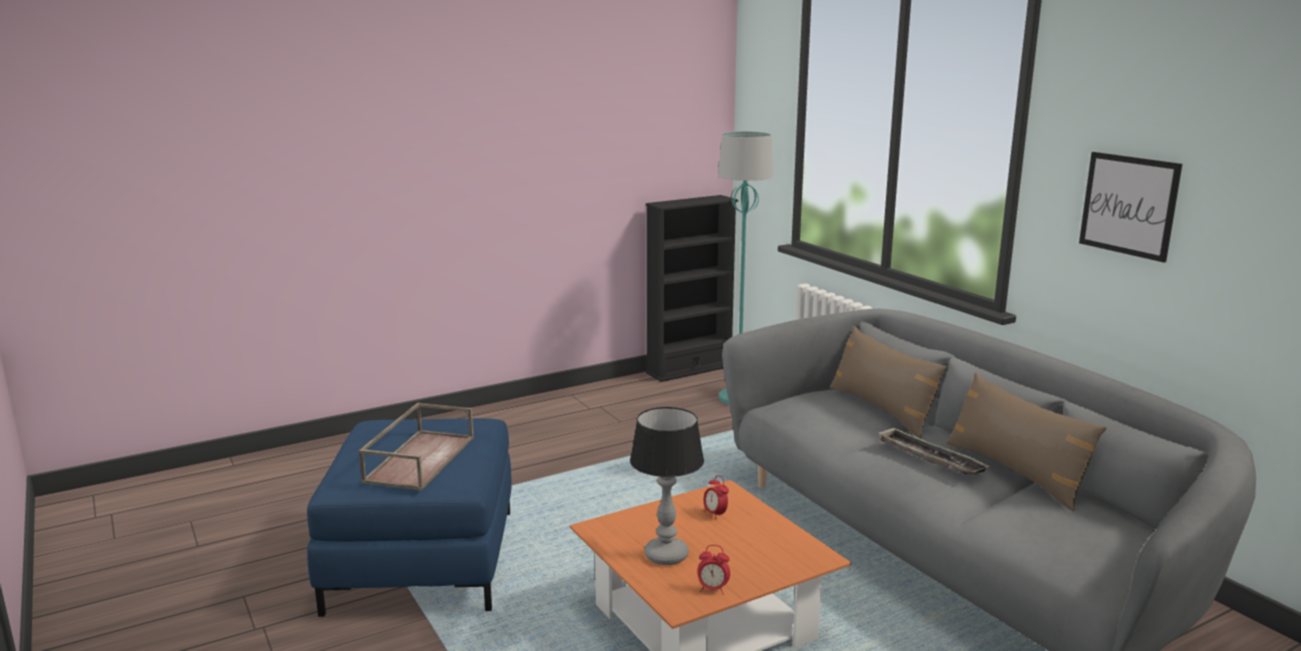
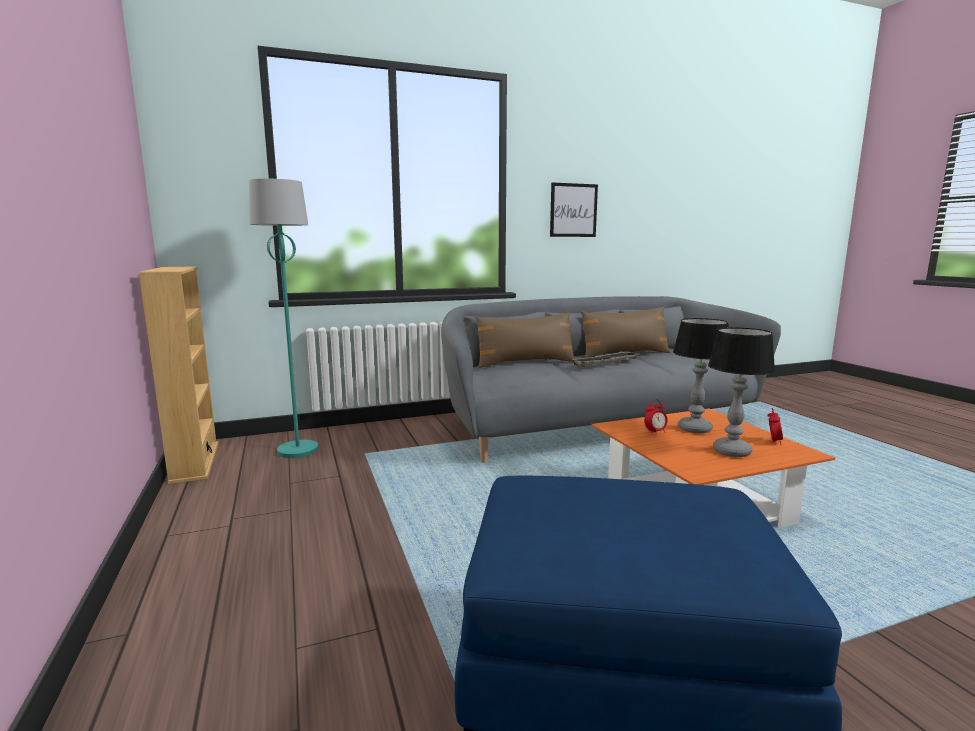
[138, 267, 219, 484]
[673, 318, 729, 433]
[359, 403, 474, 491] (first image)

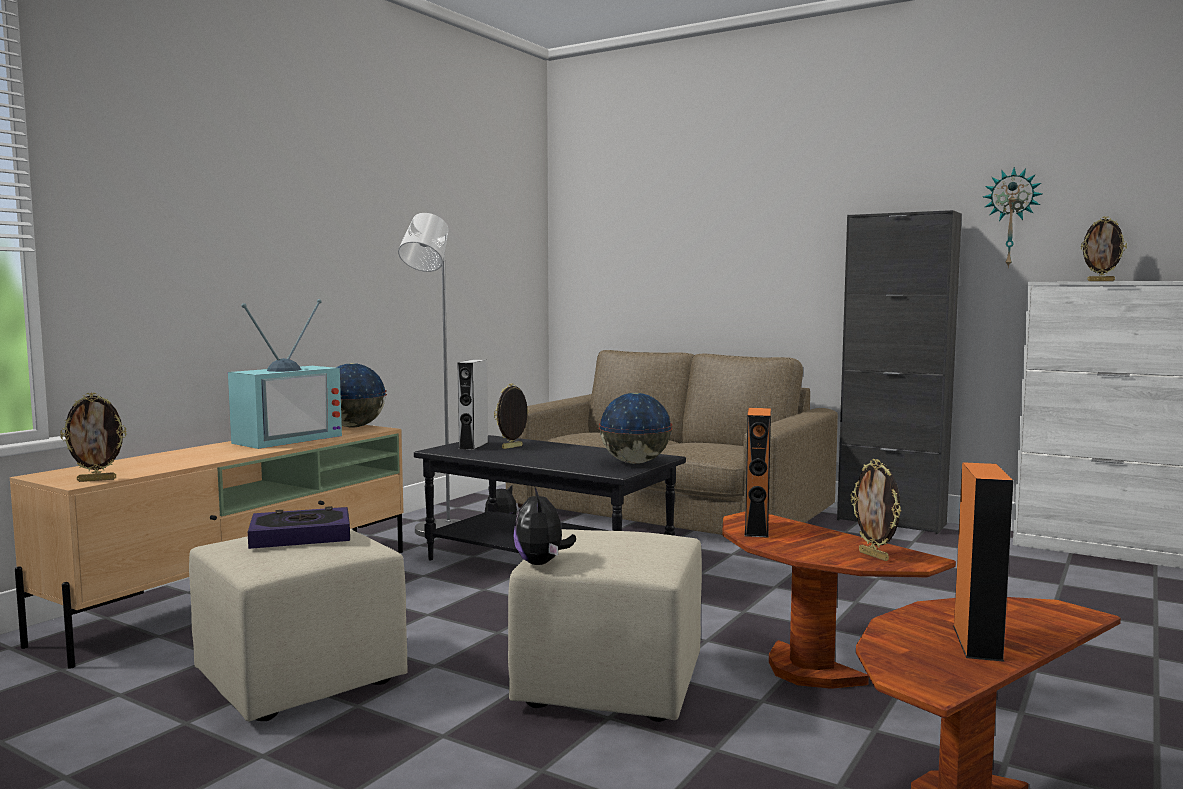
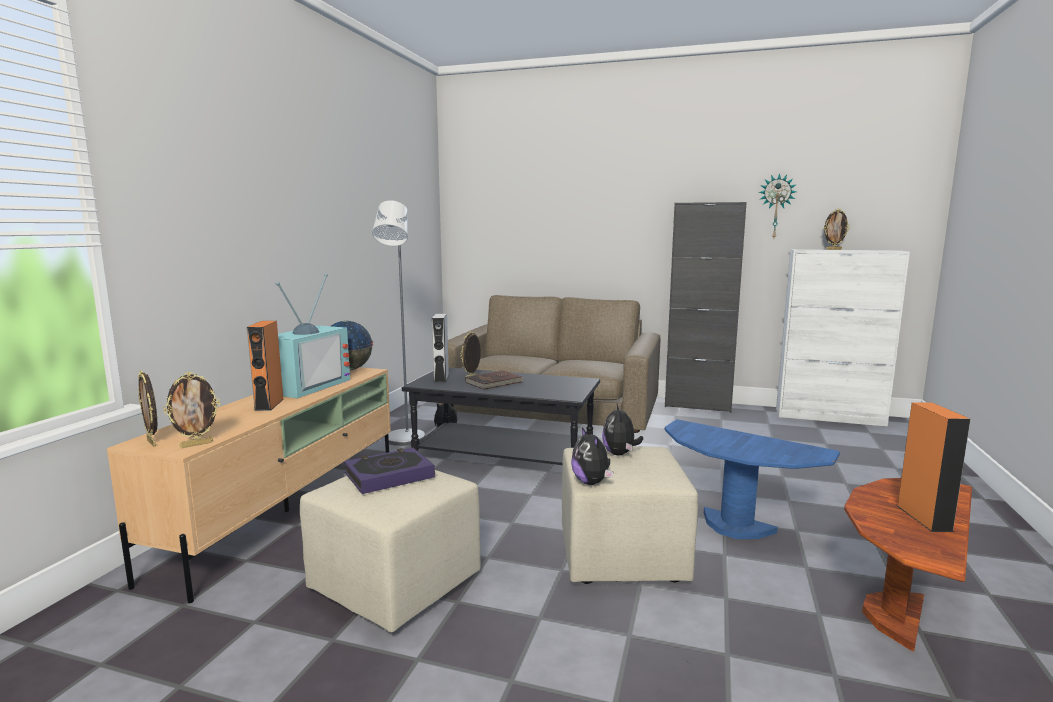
[138, 370, 157, 446]
[247, 321, 284, 411]
[465, 370, 524, 390]
[602, 404, 643, 455]
[664, 419, 840, 539]
[598, 393, 672, 464] (first image)

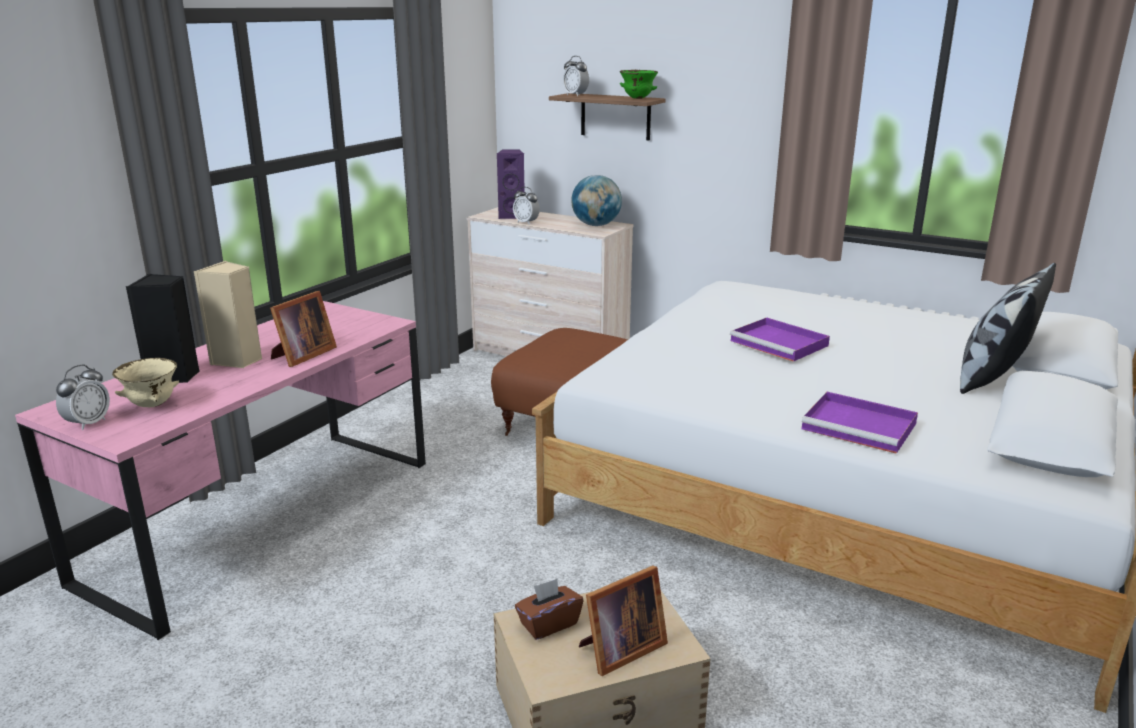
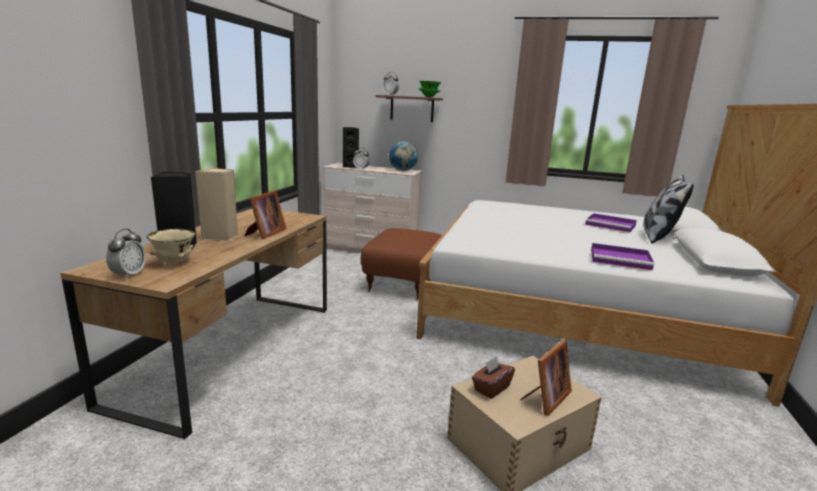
[60, 209, 327, 440]
[343, 127, 359, 168]
[585, 213, 637, 232]

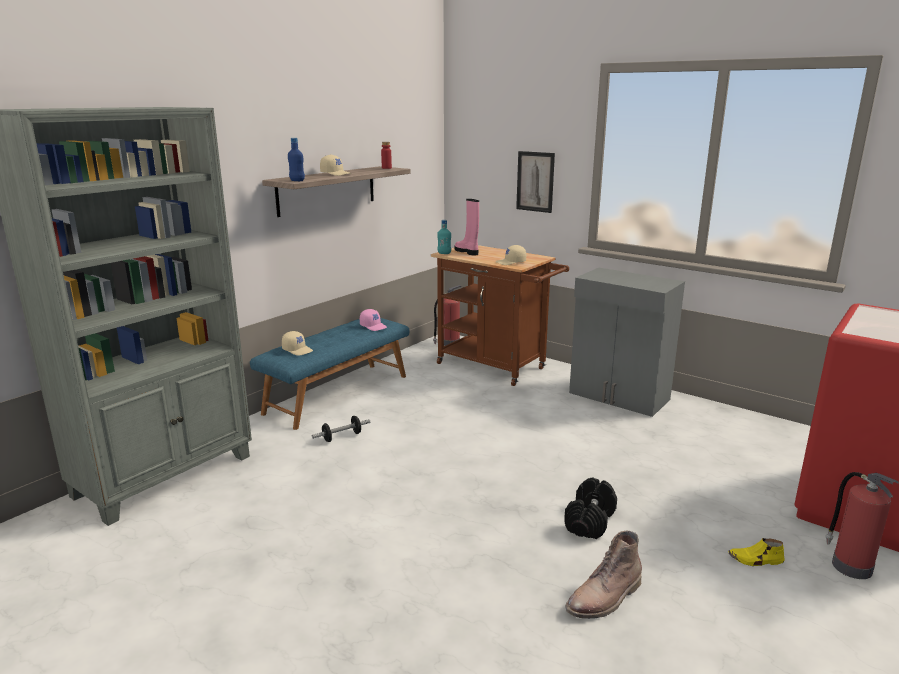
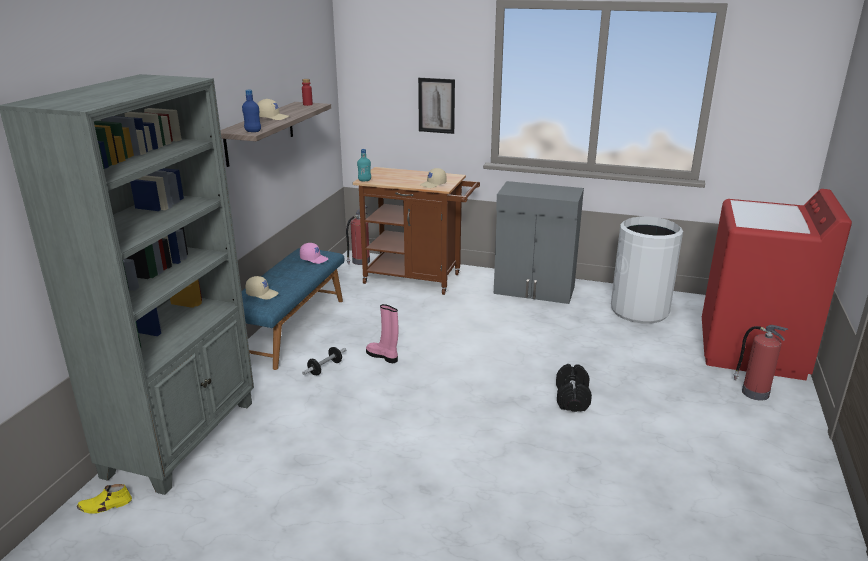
[77, 484, 132, 514]
[366, 304, 398, 363]
[611, 217, 683, 324]
[565, 531, 642, 619] (first image)

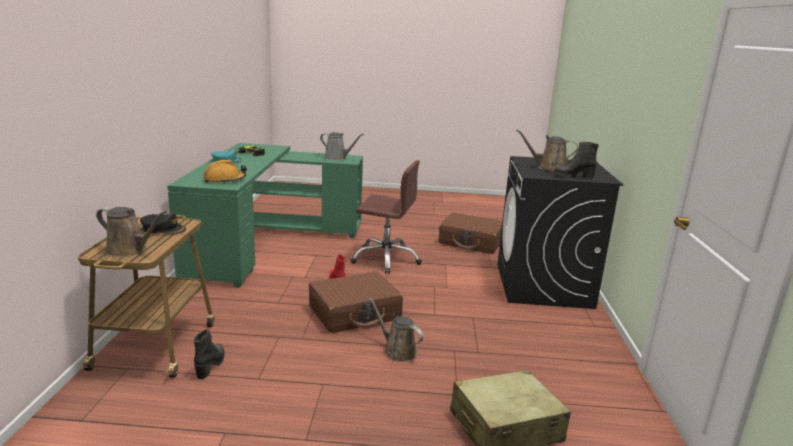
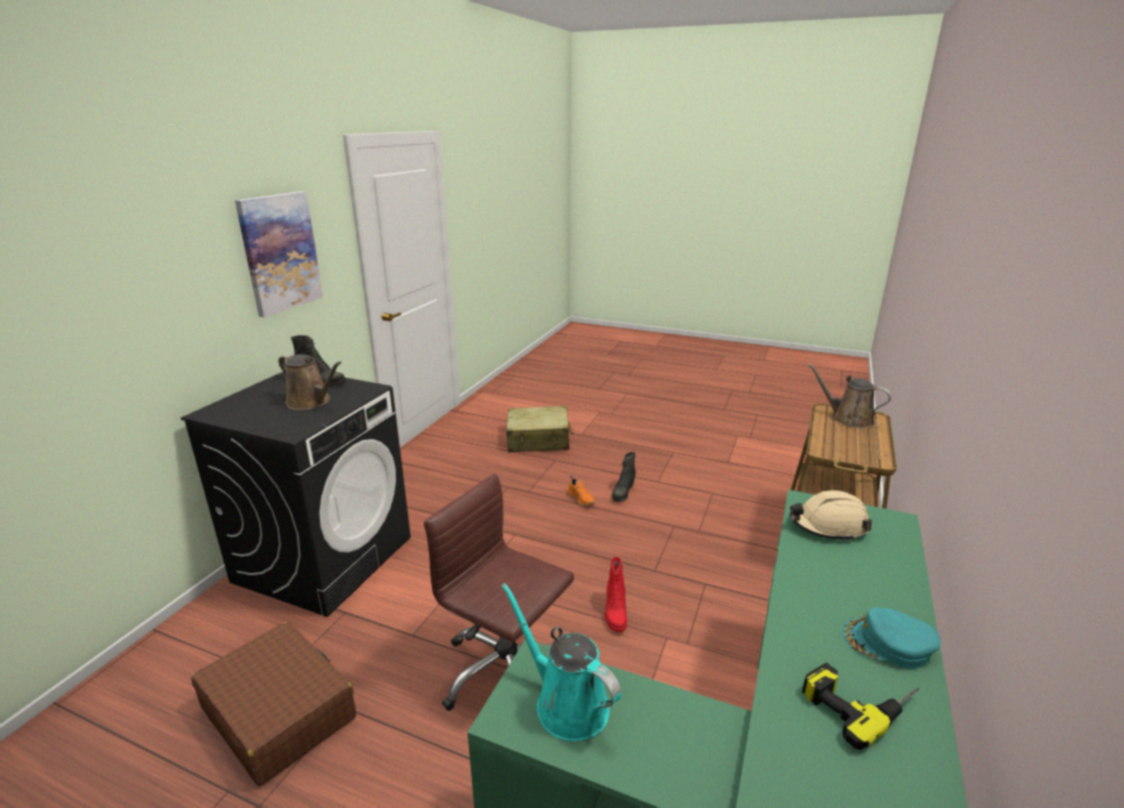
[235, 191, 323, 317]
[501, 583, 621, 741]
[567, 475, 595, 506]
[612, 452, 636, 502]
[790, 490, 872, 542]
[140, 214, 186, 234] (first image)
[309, 271, 403, 333] (first image)

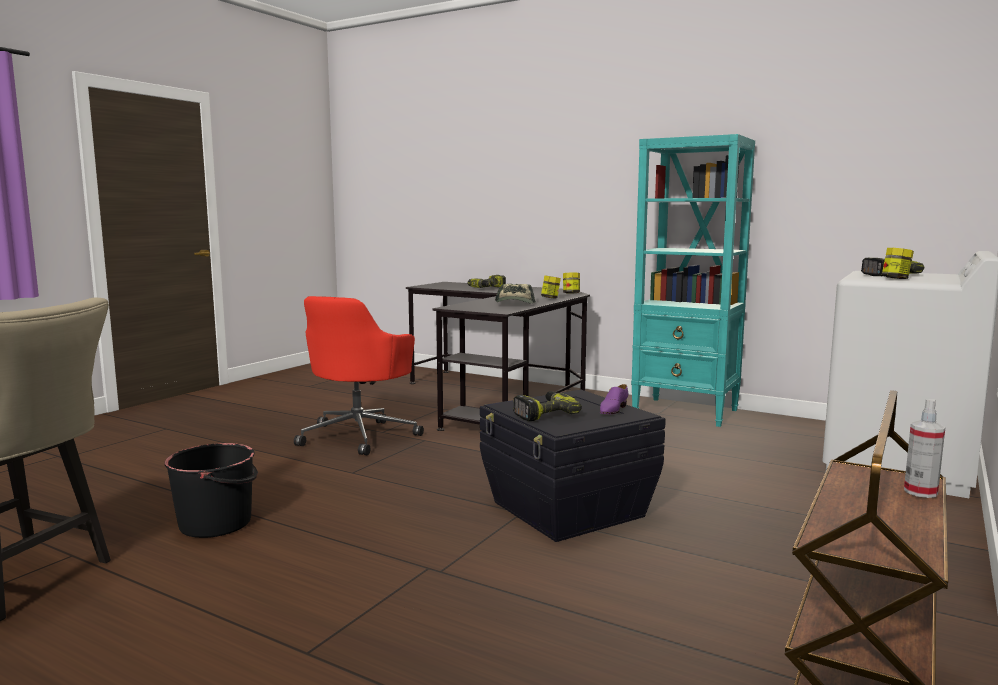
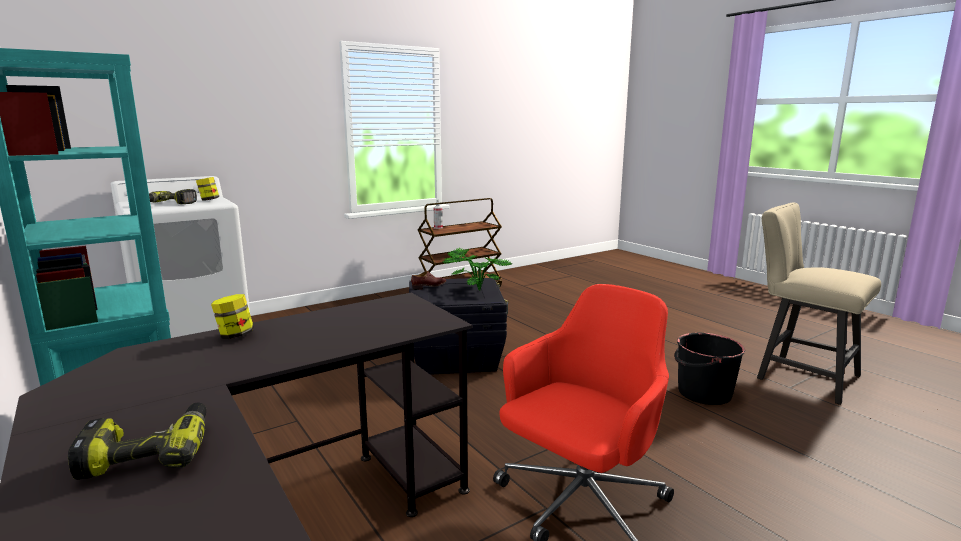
[411, 271, 446, 290]
[443, 248, 513, 290]
[495, 284, 536, 304] (first image)
[563, 272, 580, 293] (first image)

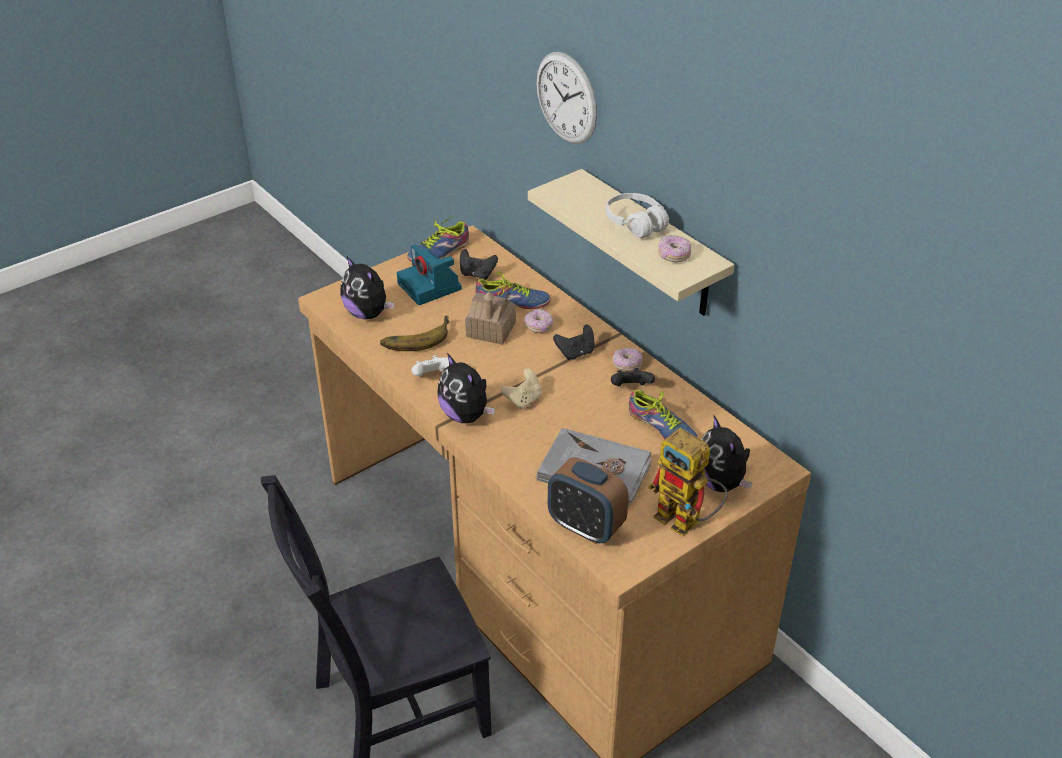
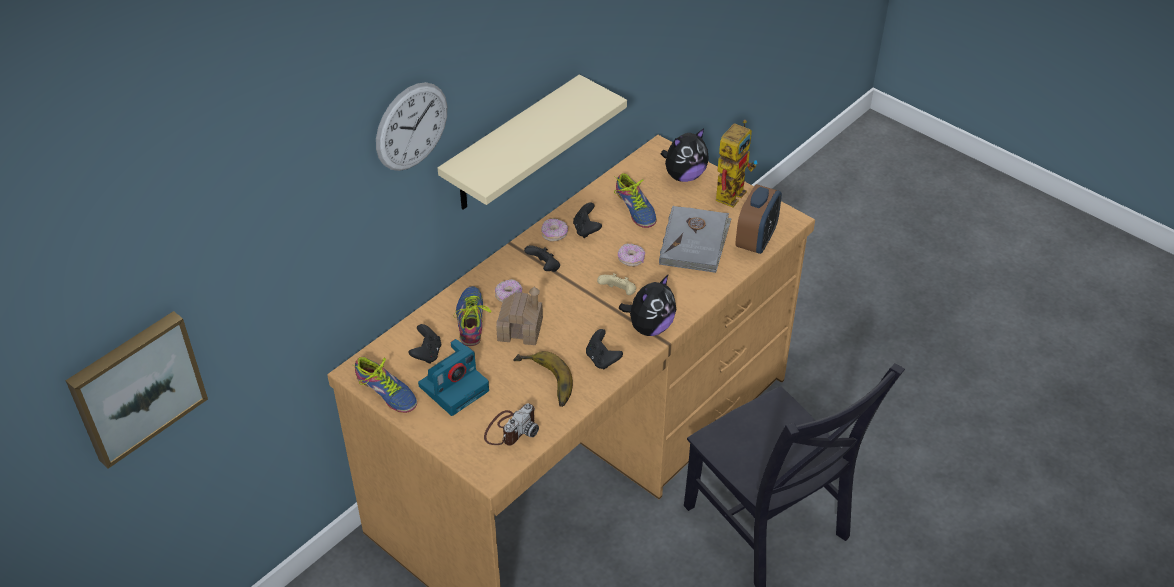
[65, 311, 208, 469]
[484, 403, 539, 446]
[586, 329, 623, 370]
[614, 173, 657, 228]
[618, 244, 645, 267]
[605, 193, 669, 238] (first image)

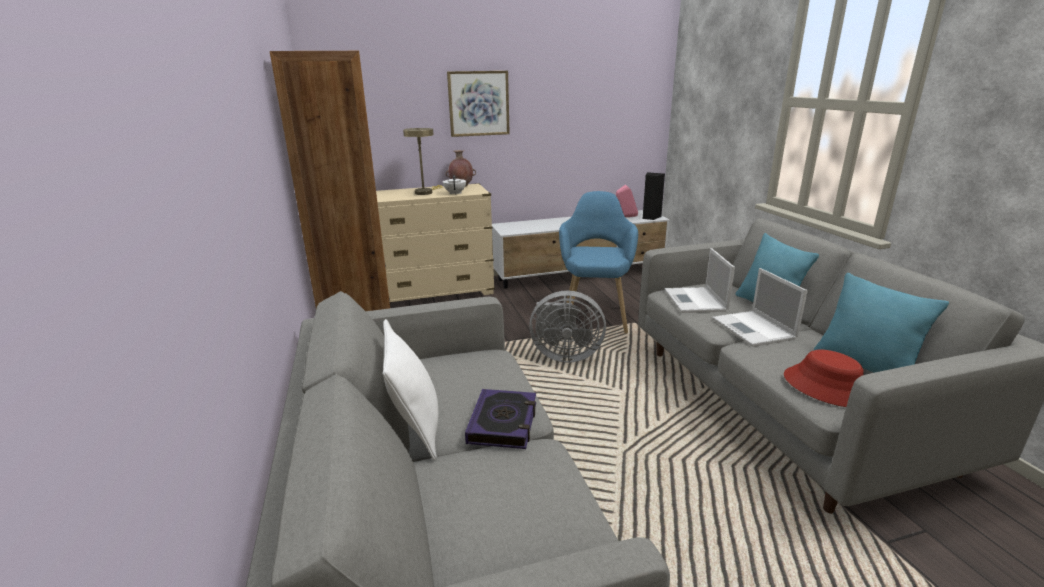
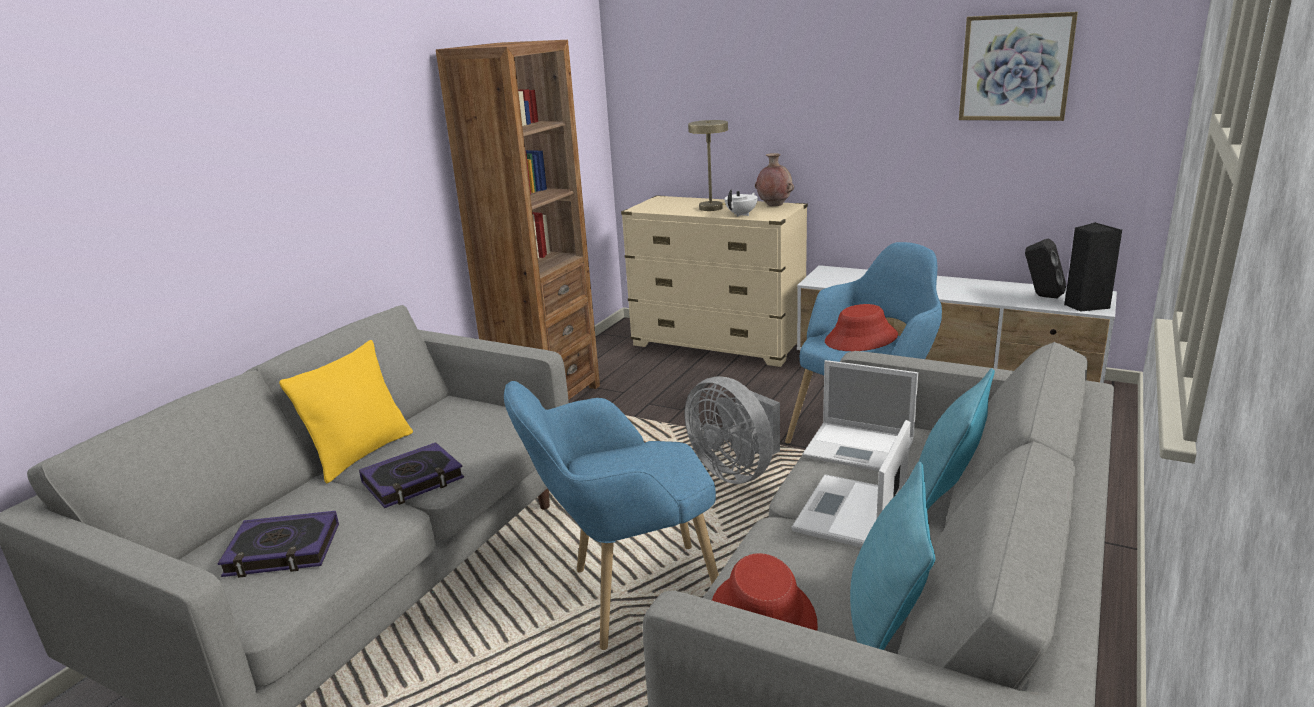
[217, 511, 339, 578]
[279, 340, 413, 483]
[504, 381, 719, 650]
[802, 360, 918, 471]
[825, 304, 898, 351]
[959, 12, 1078, 121]
[1025, 238, 1066, 298]

